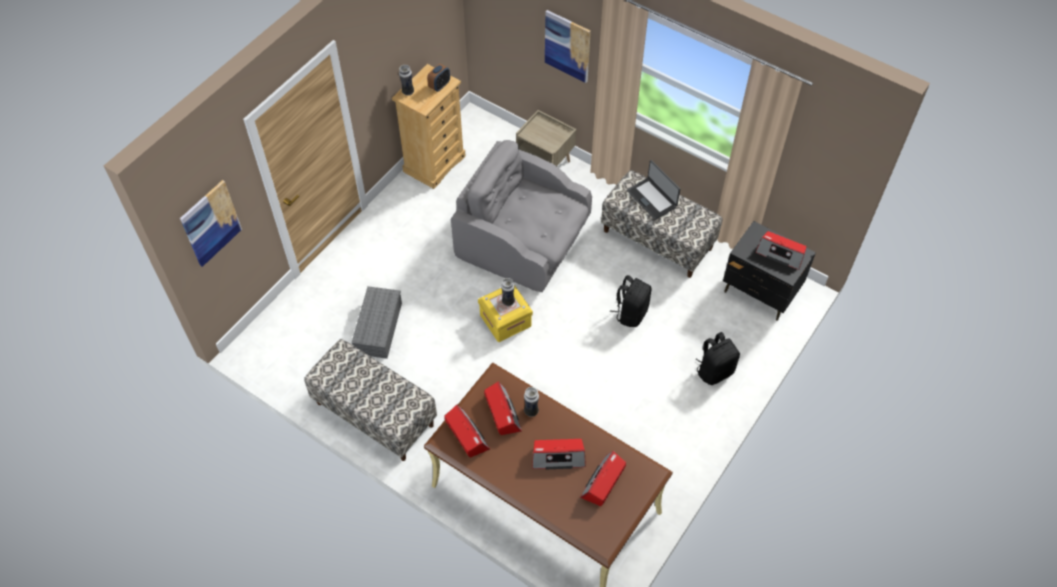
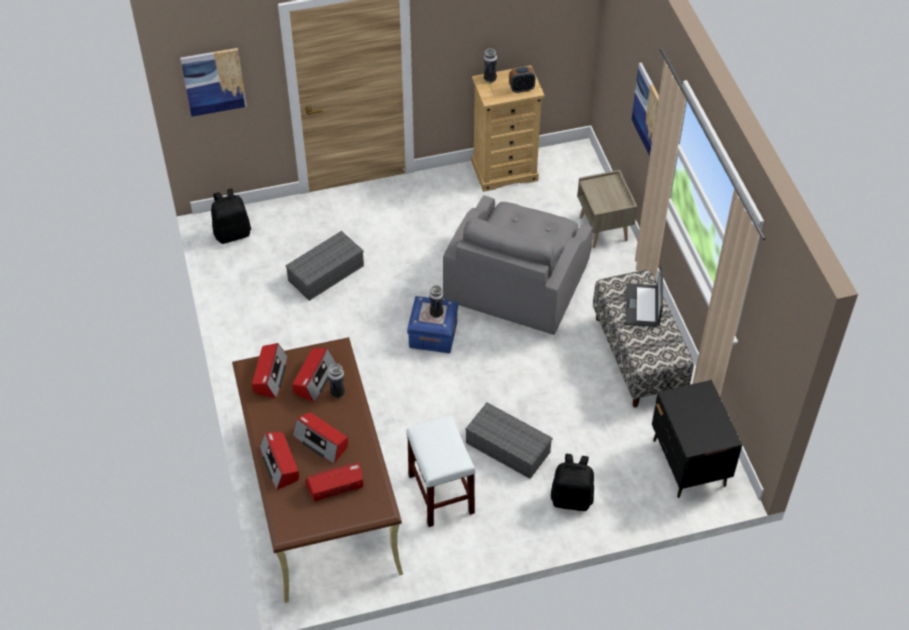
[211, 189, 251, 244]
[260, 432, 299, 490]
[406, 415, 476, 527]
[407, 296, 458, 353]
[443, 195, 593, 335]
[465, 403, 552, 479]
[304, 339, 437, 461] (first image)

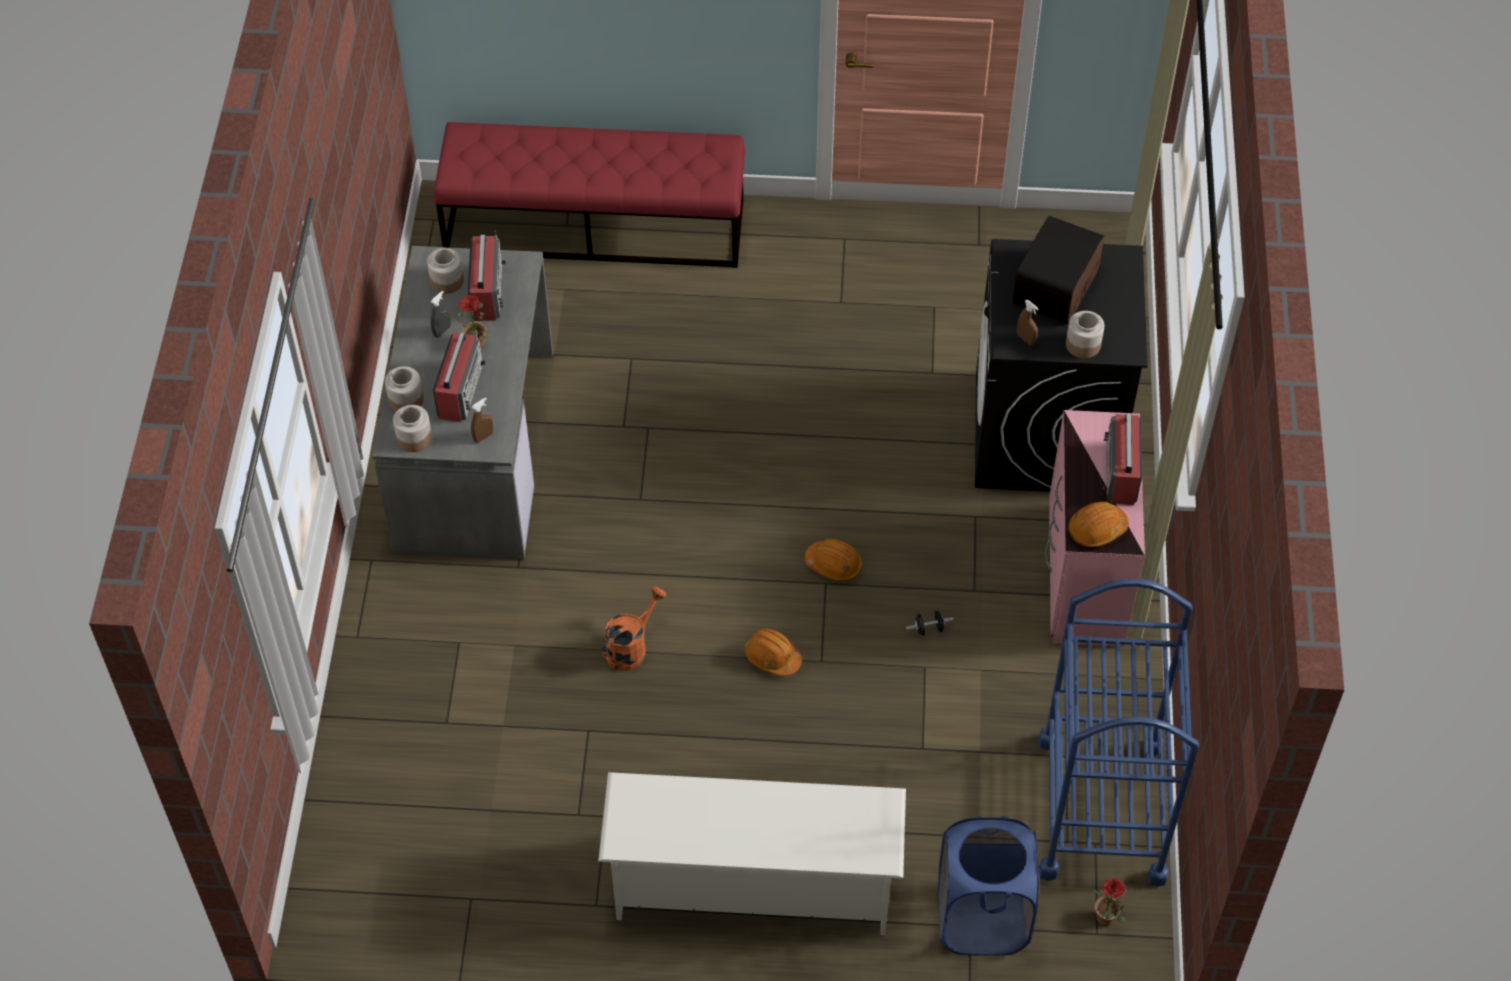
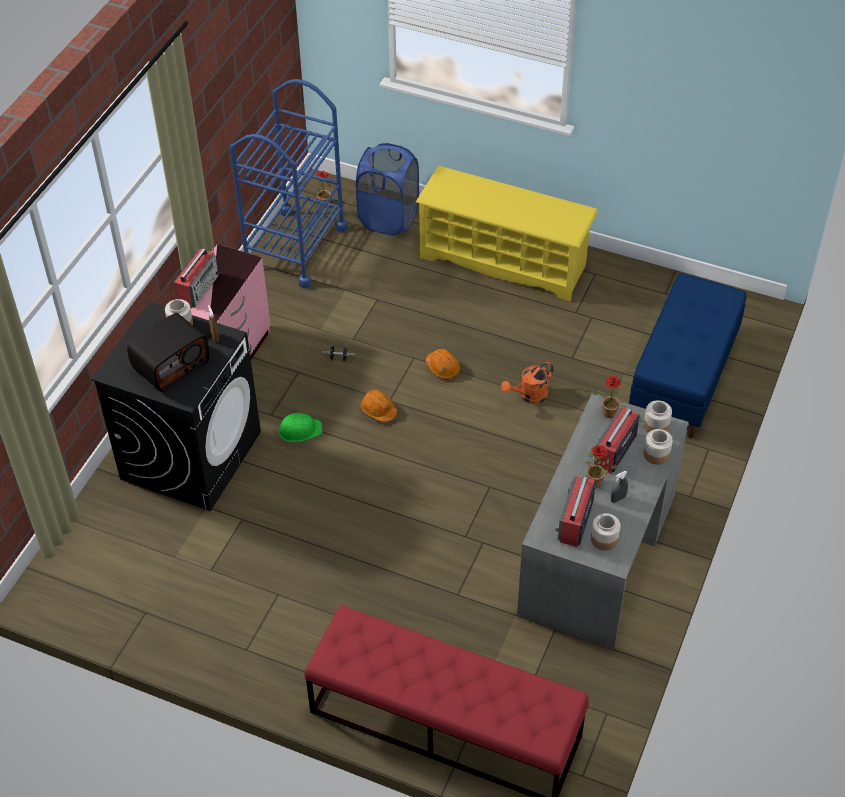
[276, 413, 322, 442]
[416, 166, 598, 302]
[592, 376, 626, 418]
[629, 273, 746, 439]
[1068, 501, 1129, 547] (first image)

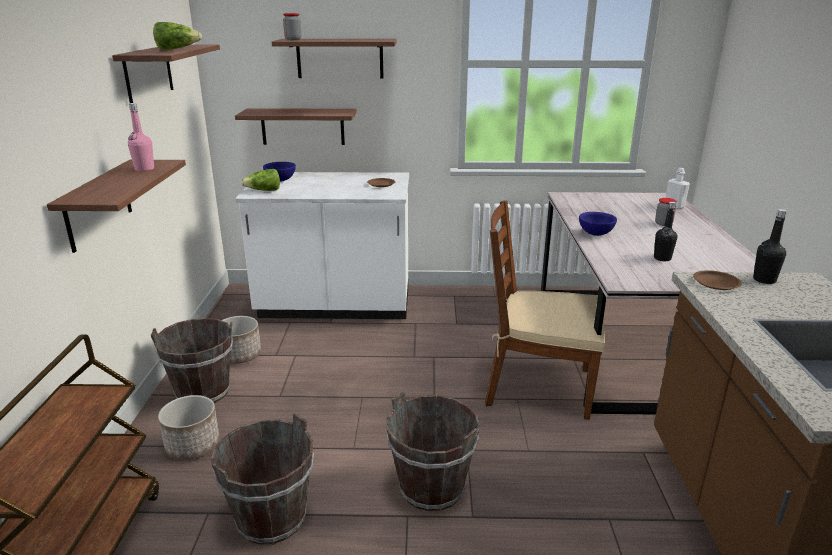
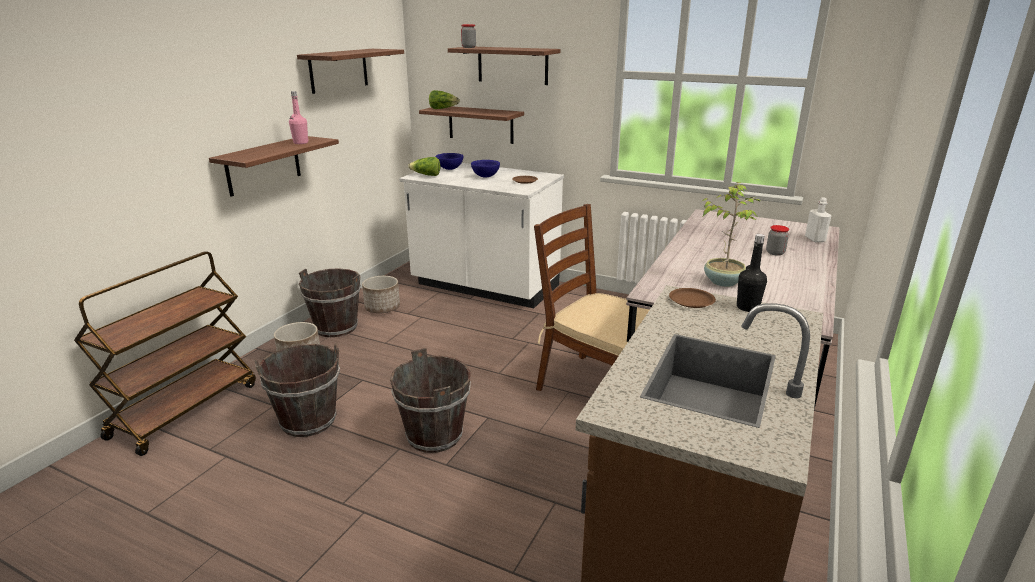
[429, 90, 460, 109]
[471, 160, 500, 177]
[701, 182, 760, 287]

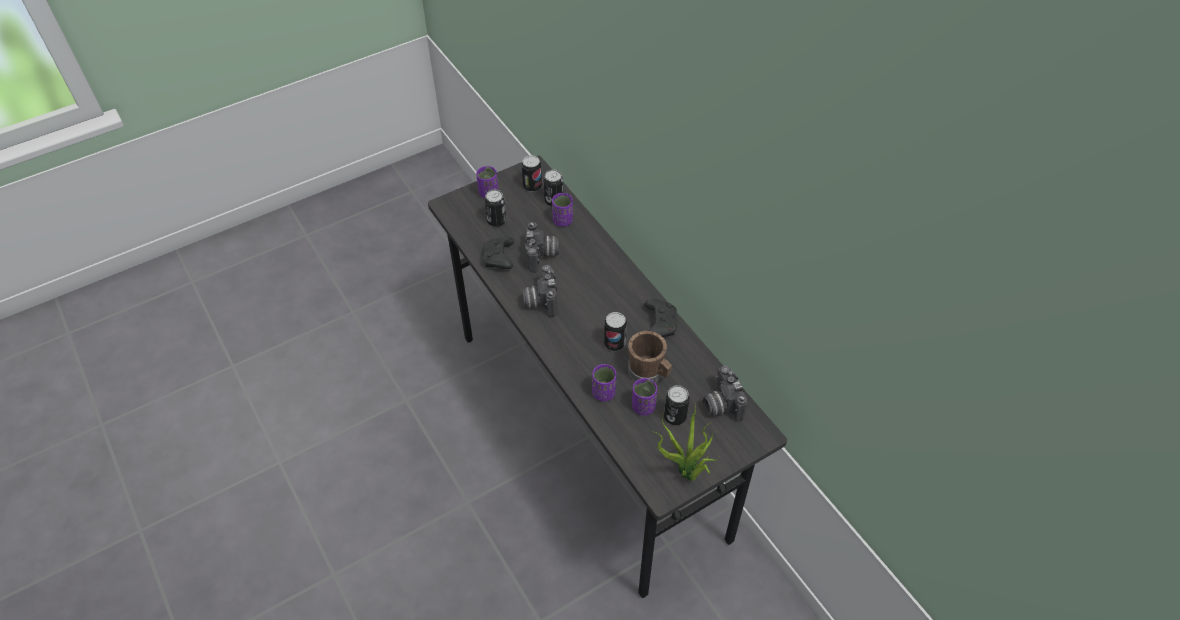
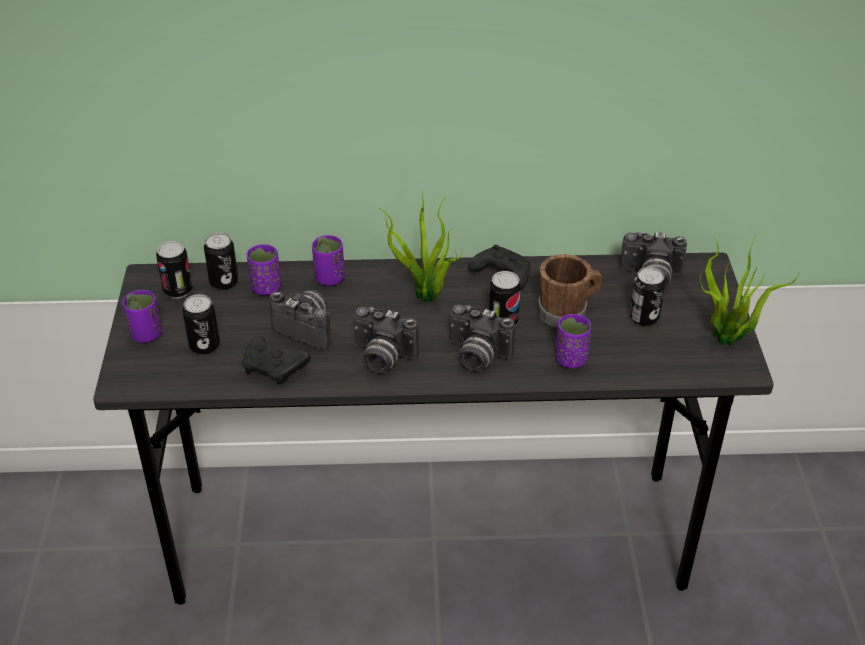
[312, 235, 345, 286]
[379, 192, 463, 302]
[450, 305, 515, 371]

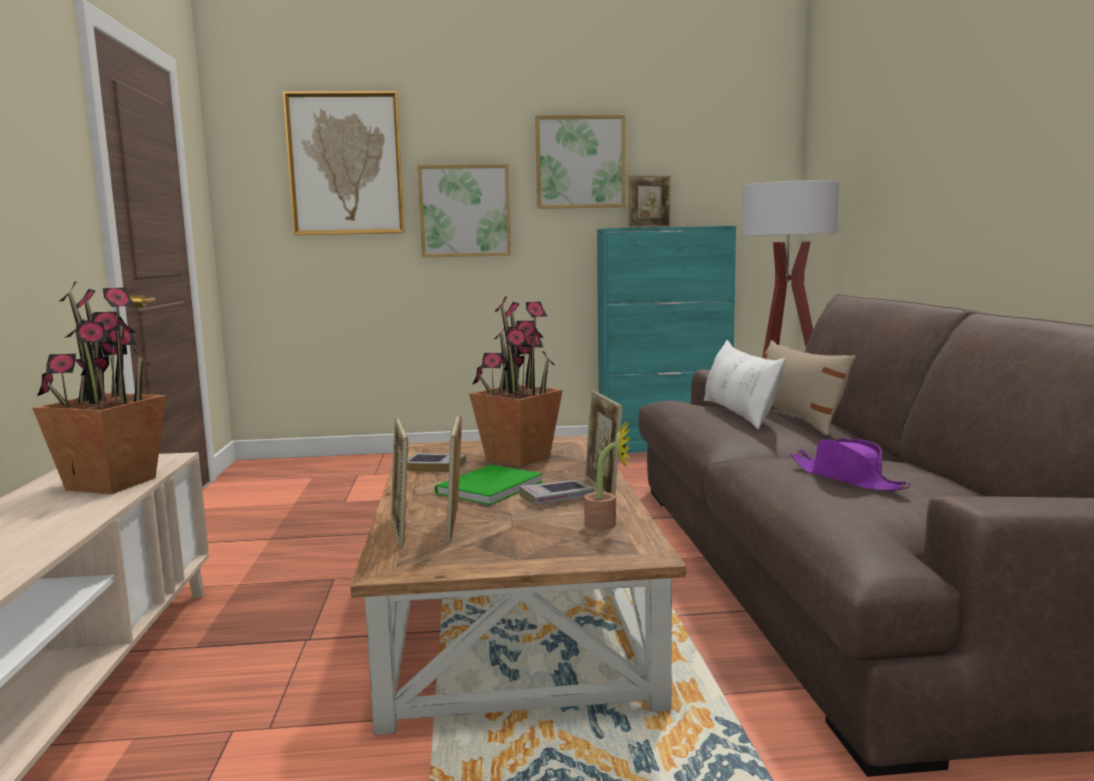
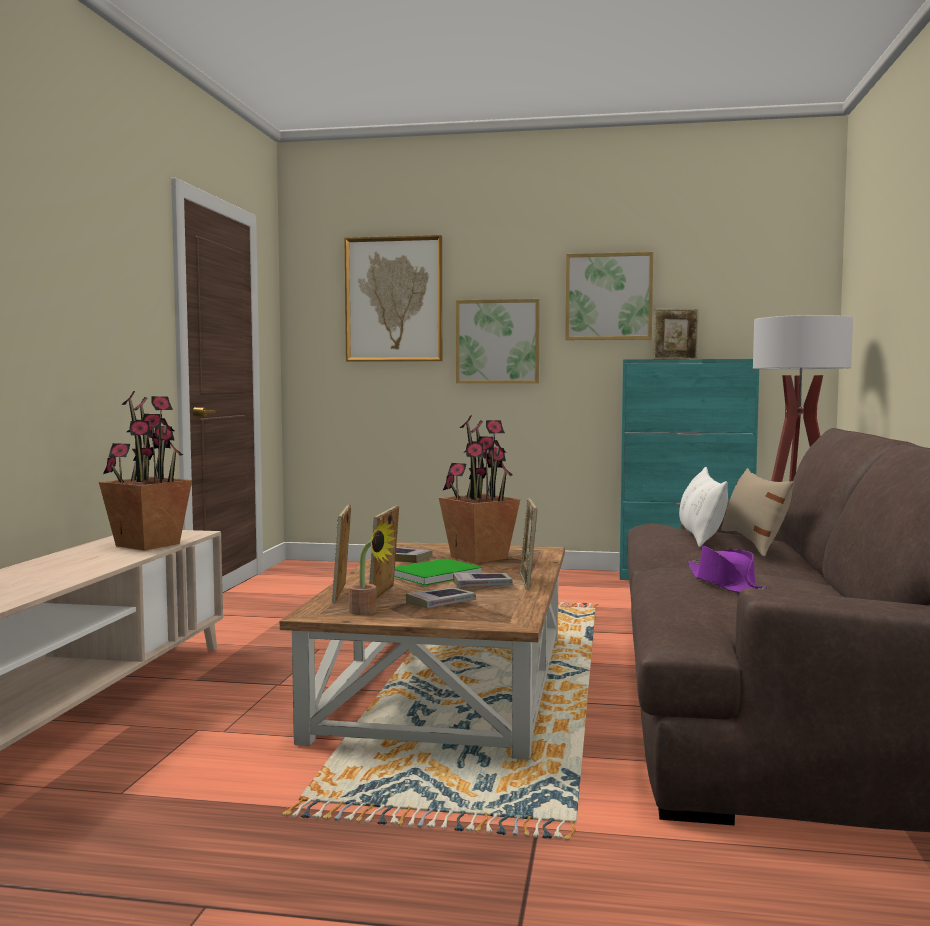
[349, 520, 396, 615]
[406, 588, 476, 608]

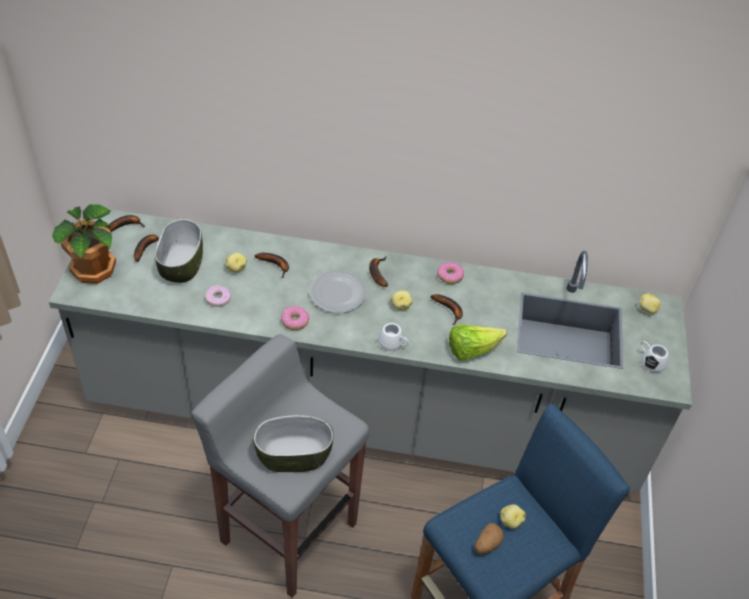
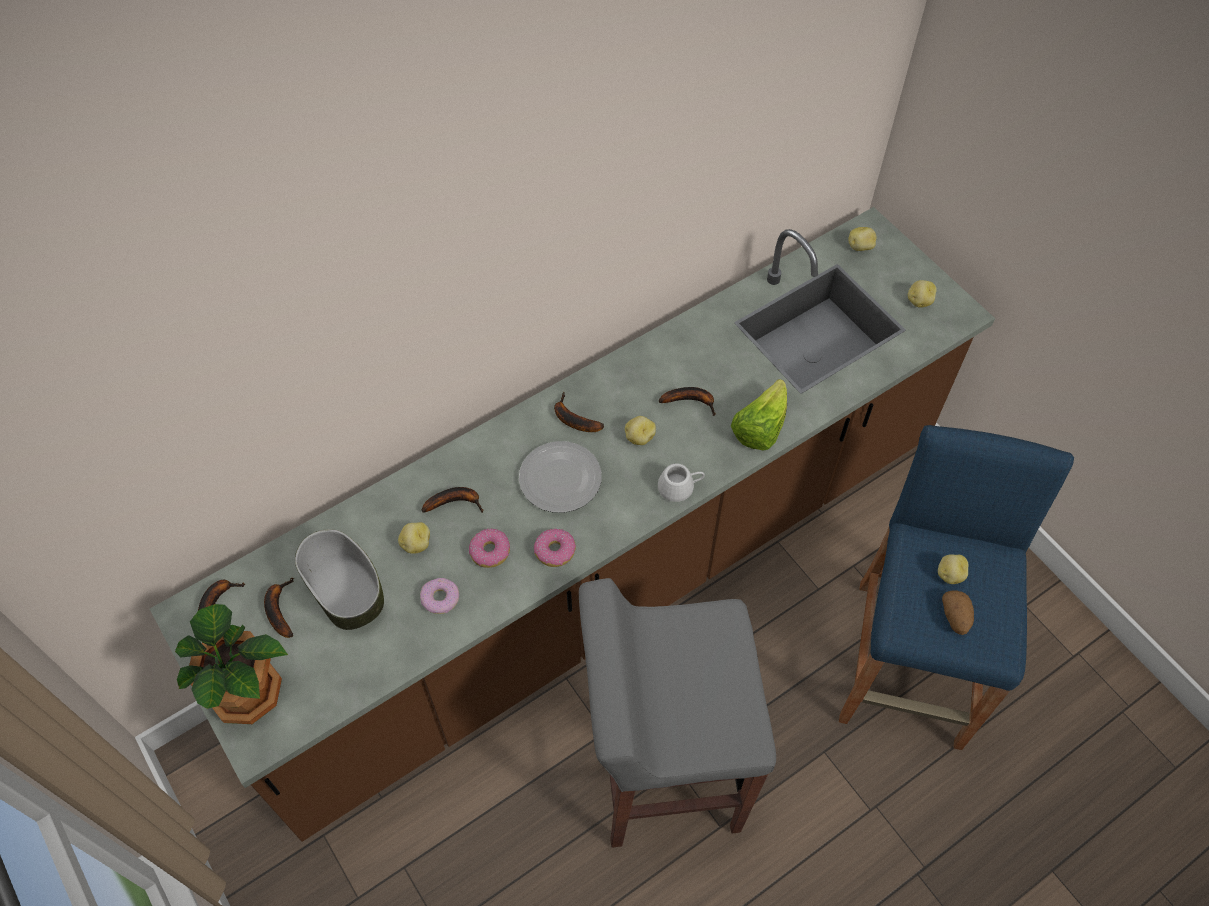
[150, 207, 995, 842]
[469, 529, 510, 568]
[908, 280, 937, 308]
[254, 415, 334, 472] (first image)

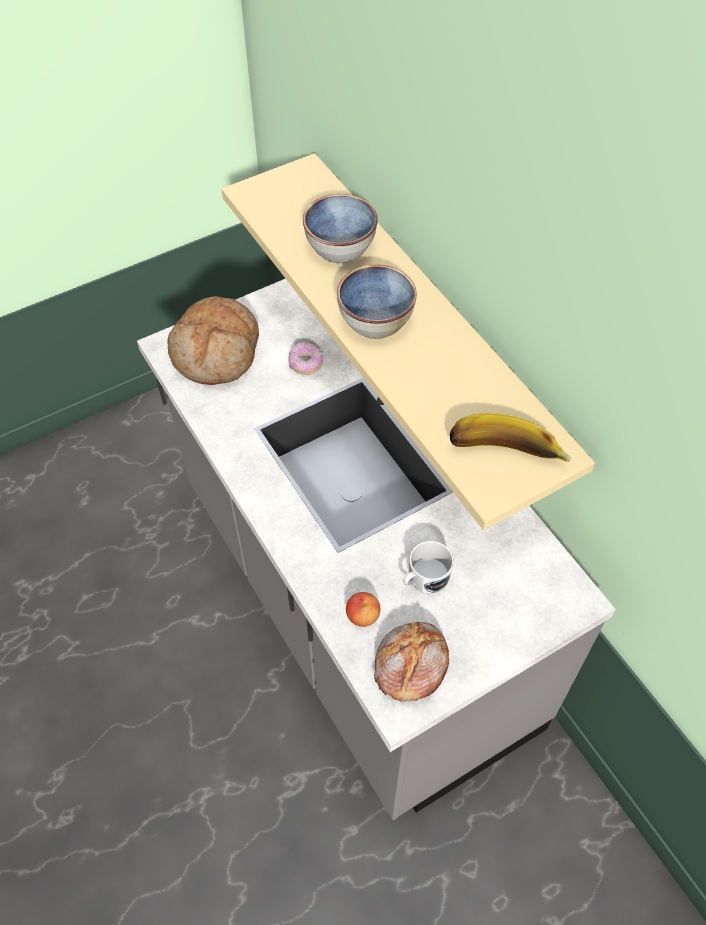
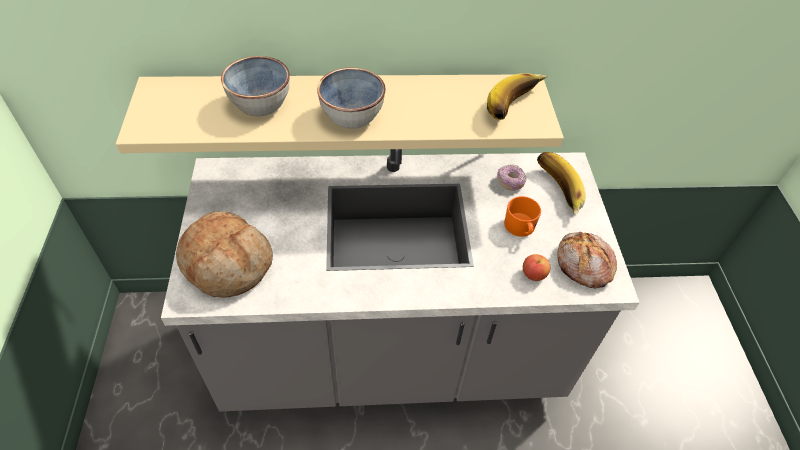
[497, 165, 526, 191]
[504, 196, 541, 237]
[537, 152, 586, 213]

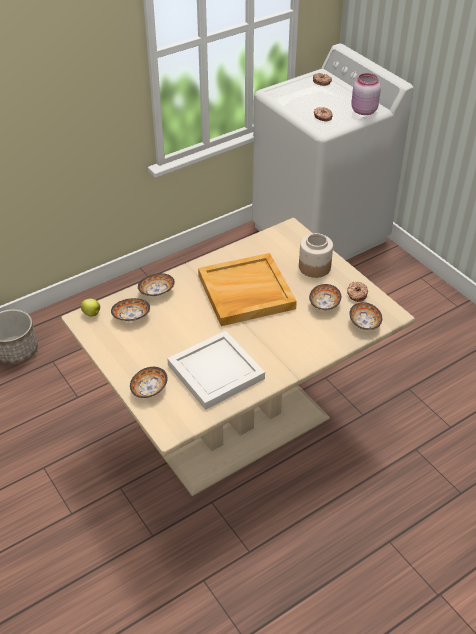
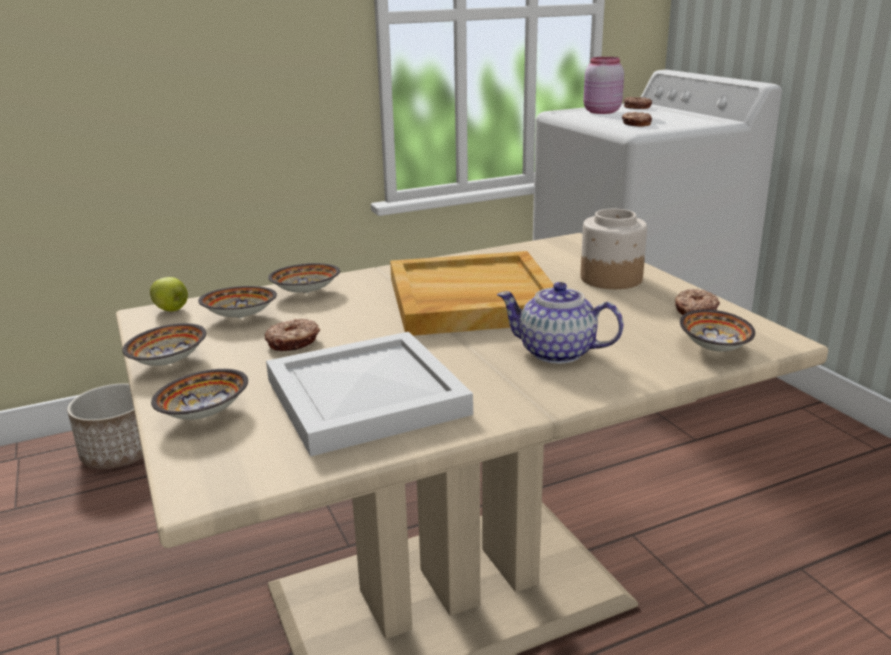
[122, 323, 206, 366]
[265, 319, 320, 351]
[497, 282, 624, 364]
[583, 57, 624, 114]

